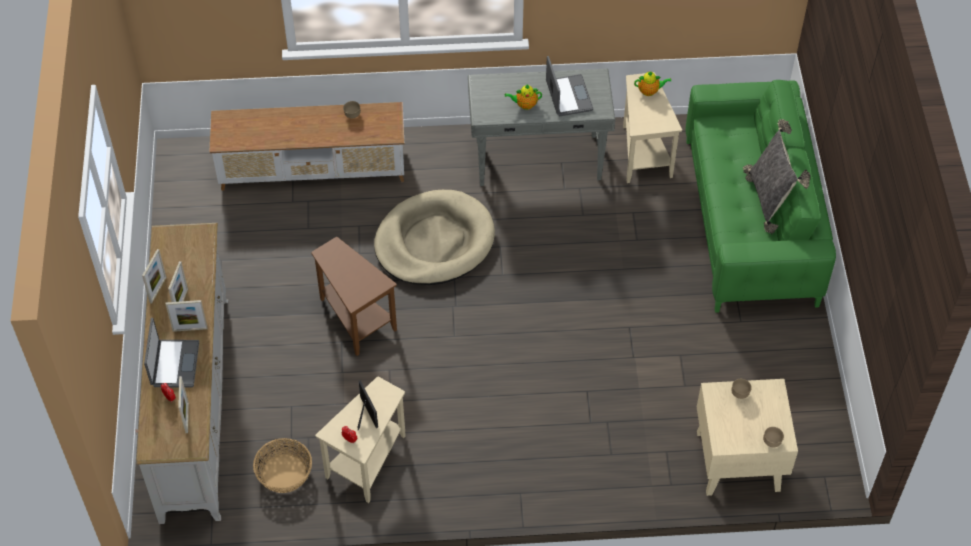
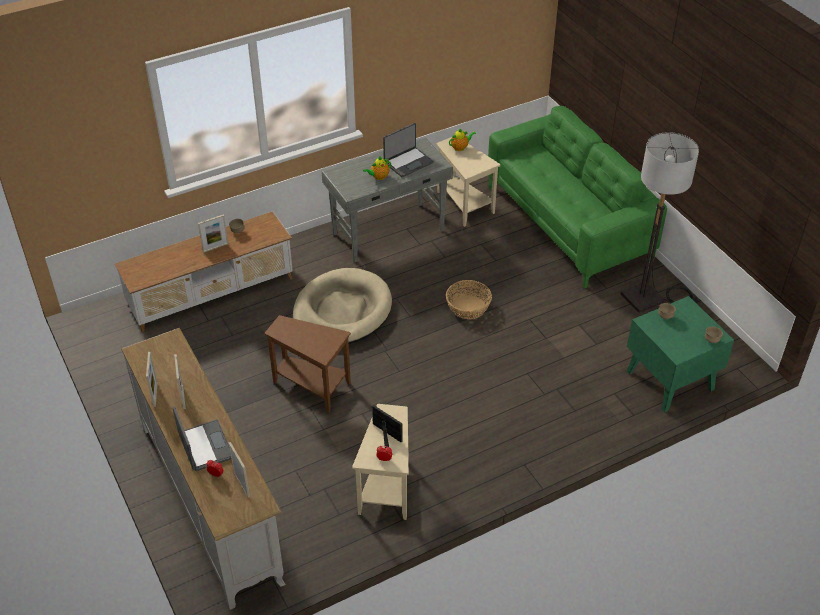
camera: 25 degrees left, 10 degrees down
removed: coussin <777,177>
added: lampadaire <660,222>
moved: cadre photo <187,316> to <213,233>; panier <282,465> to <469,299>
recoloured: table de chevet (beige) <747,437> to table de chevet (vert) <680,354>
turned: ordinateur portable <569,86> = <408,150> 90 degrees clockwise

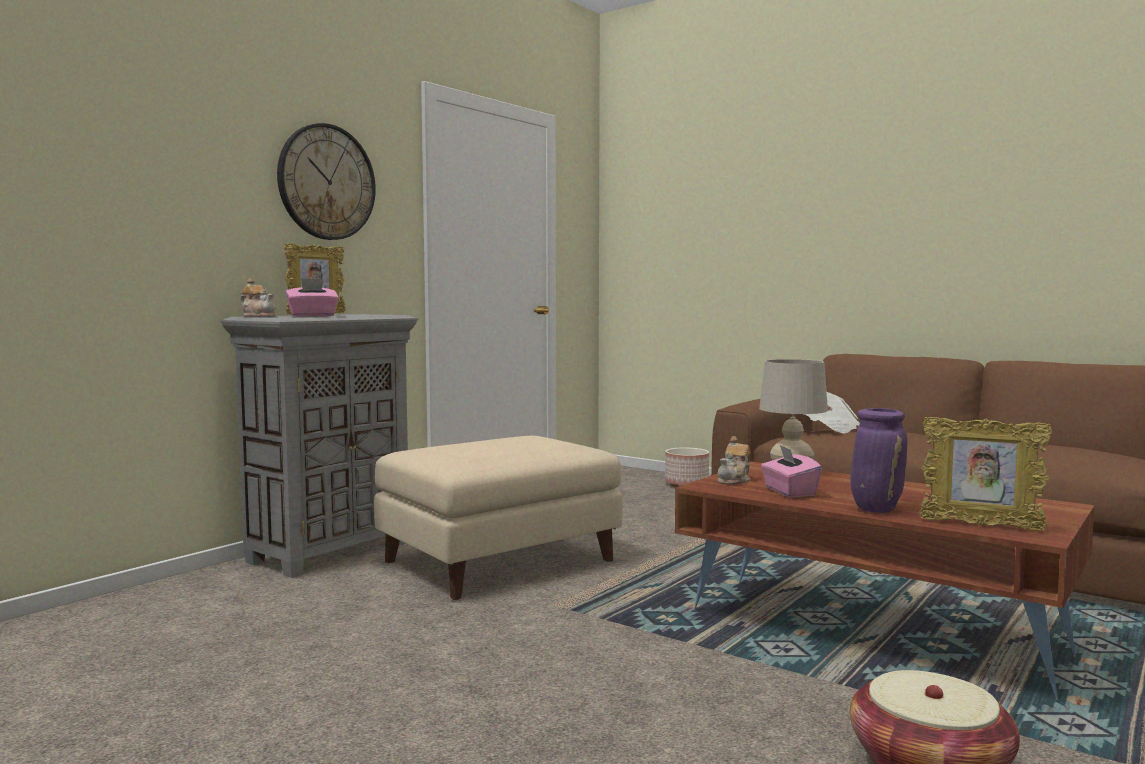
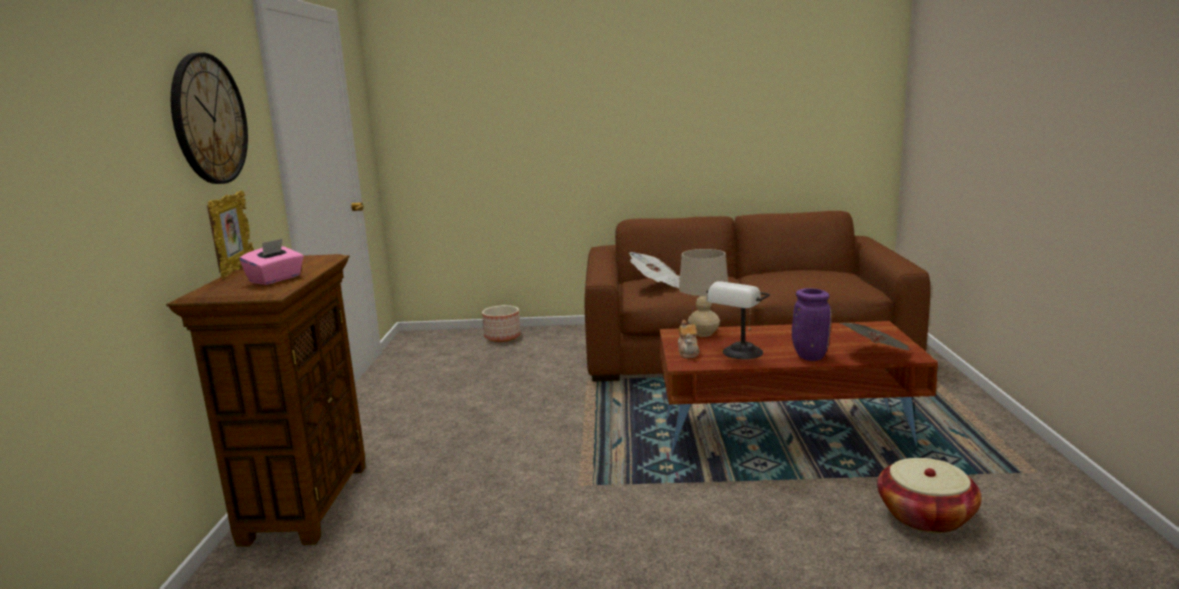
camera: 35 degrees left, 10 degrees up
removed: théière <258,297>; pouf (beige) <498,518>
replaced: boîte à mouchoirs (rose) <791,471> to lampe de table <738,320>; cadre photo <985,474> to journal <875,336>
recoloured: meuble de rangement (gris) <319,446> to meuble de rangement (marron) <265,400>

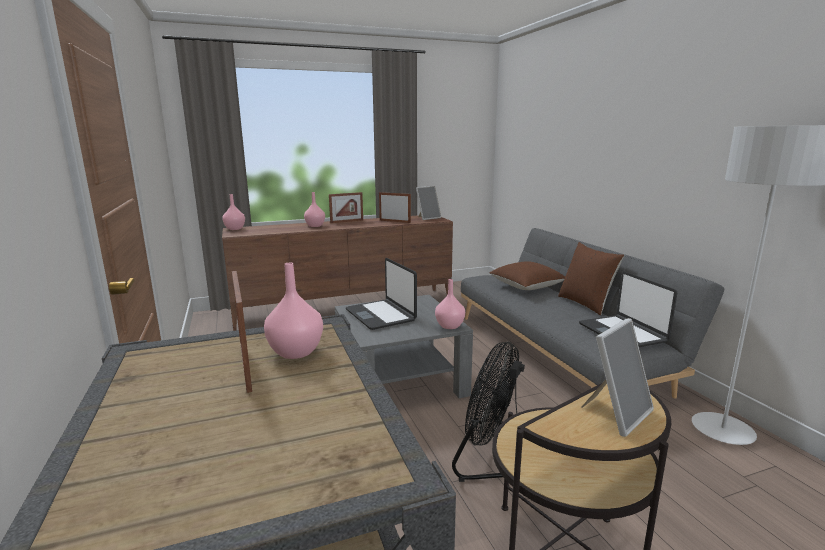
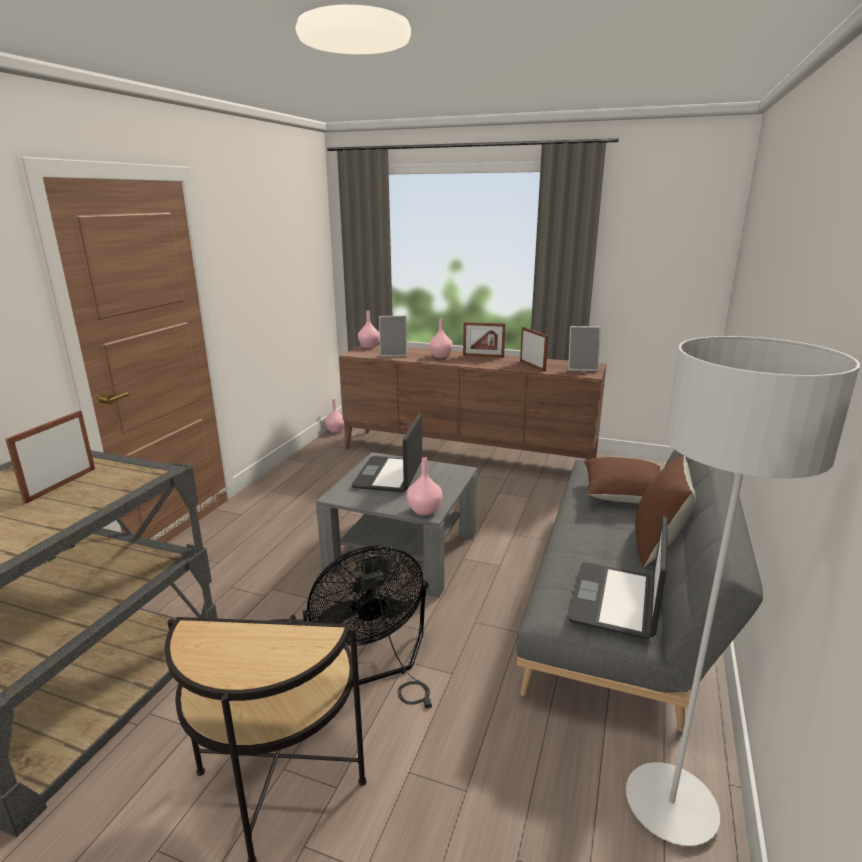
camera: 40 degrees right, 5 degrees up
moved: vase (rose) <293,311> to <334,416>; cadre photo <617,377> to <393,336>

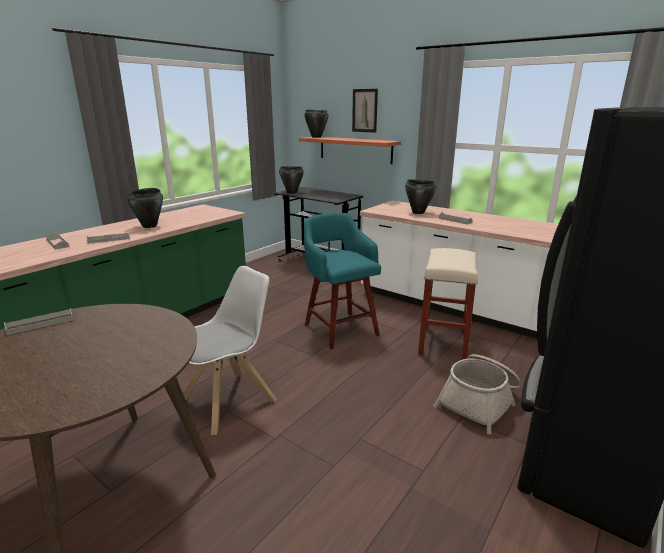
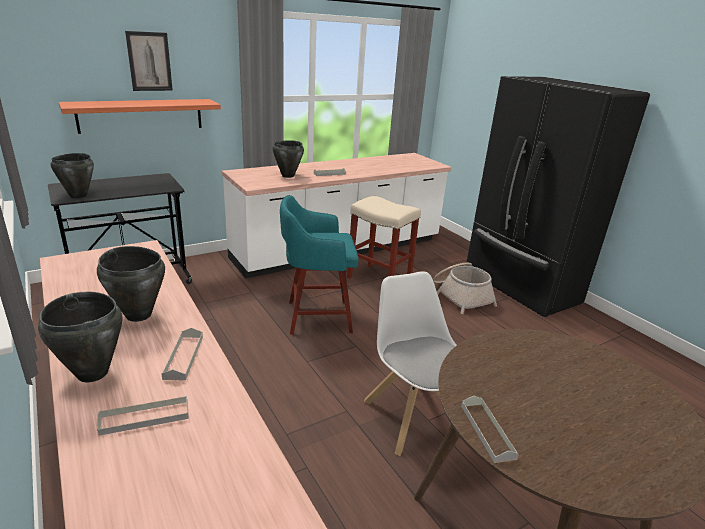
camera: 70 degrees left, 5 degrees up
moved: marmite (noir) <316,124> to <80,337>

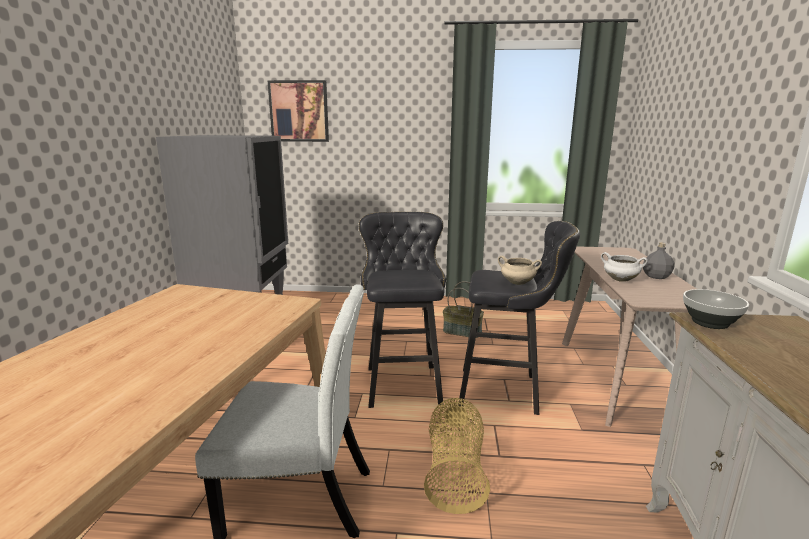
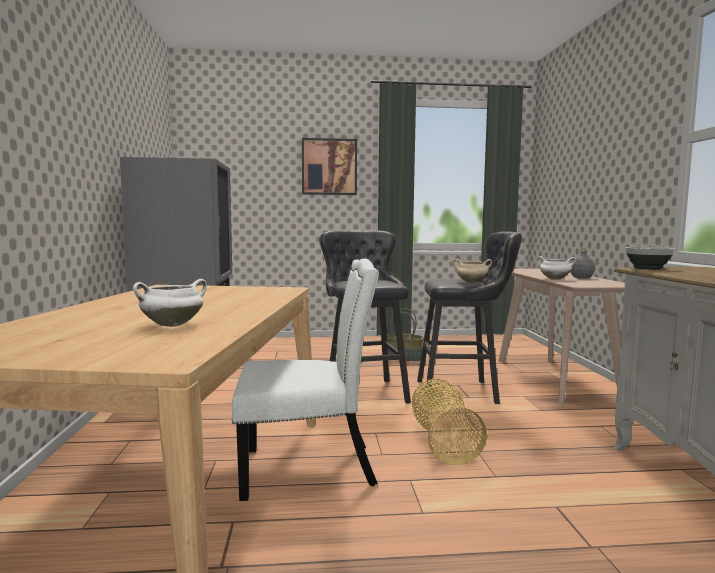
camera: 10 degrees left, 10 degrees down
added: marmite (blanc) <170,303>
moved: tableau <298,111> to <329,166>

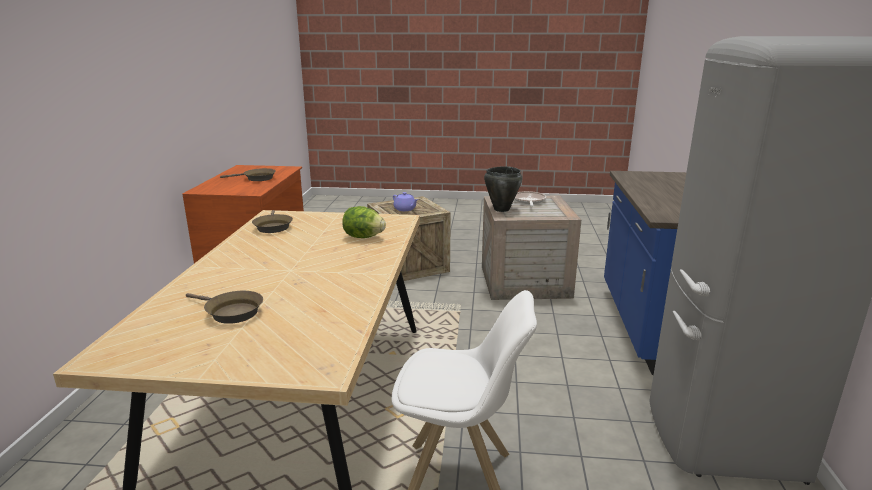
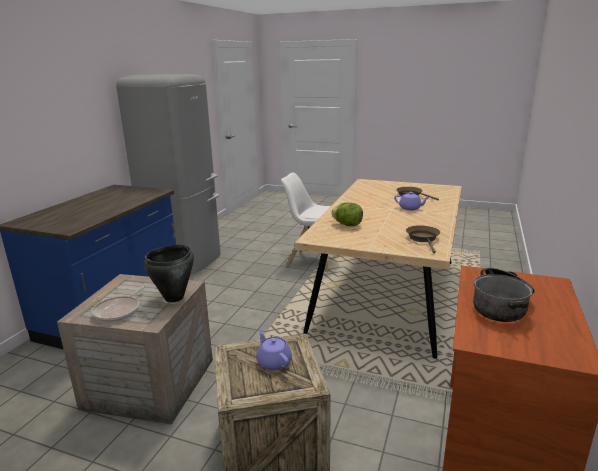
camera: 165 degrees left, 0 degrees up
added: théière (violet) <412,201>
replaced: poêle (marron) <248,174> to marmite <504,295>

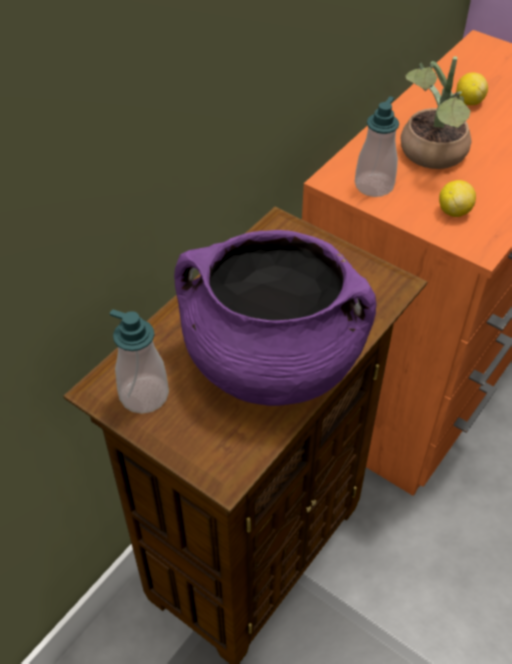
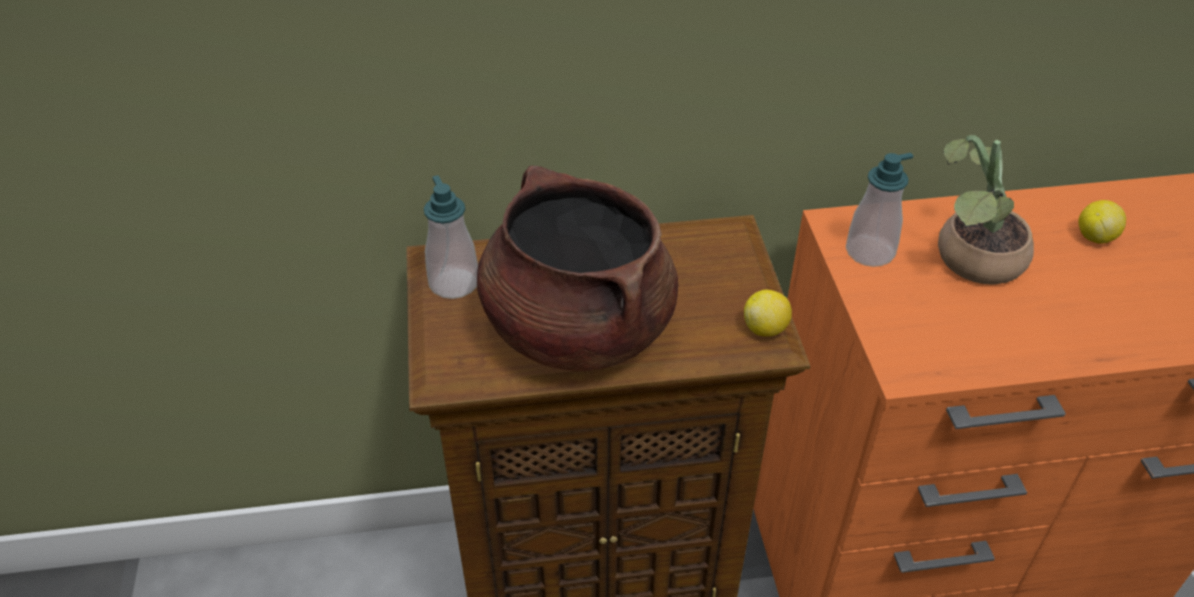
camera: 45 degrees right, 5 degrees down
moved: citron <457,198> to <768,313>
recoloured: marmite (violet) <275,318> to marmite (marron) <577,268>

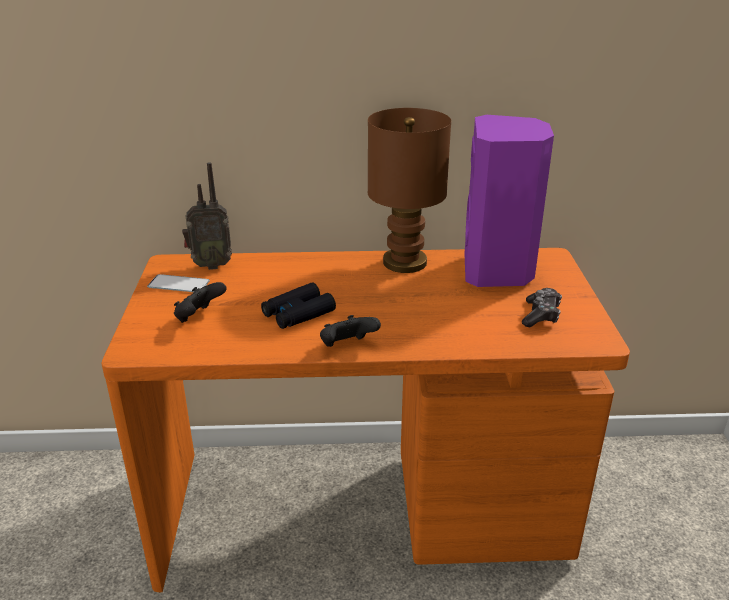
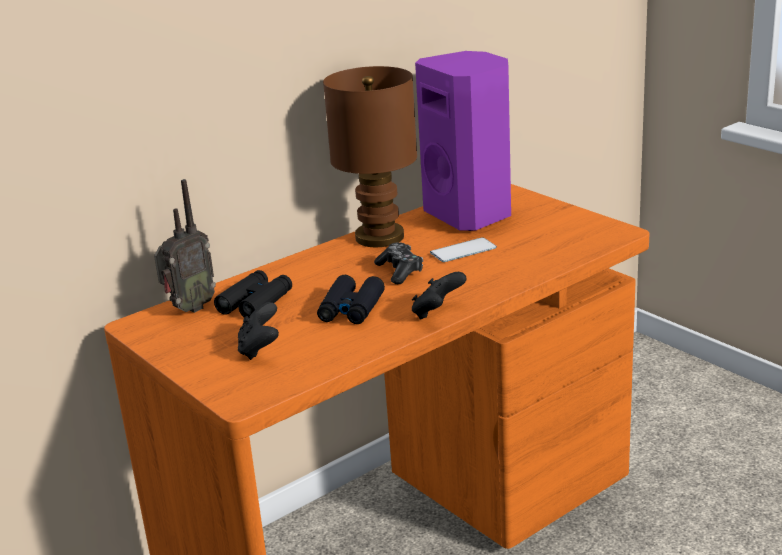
camera: 35 degrees left, 5 degrees down
added: jumelles (noir) <253,294>
moved: téléphone <178,283> to <463,249>; manette <542,307> to <398,263>

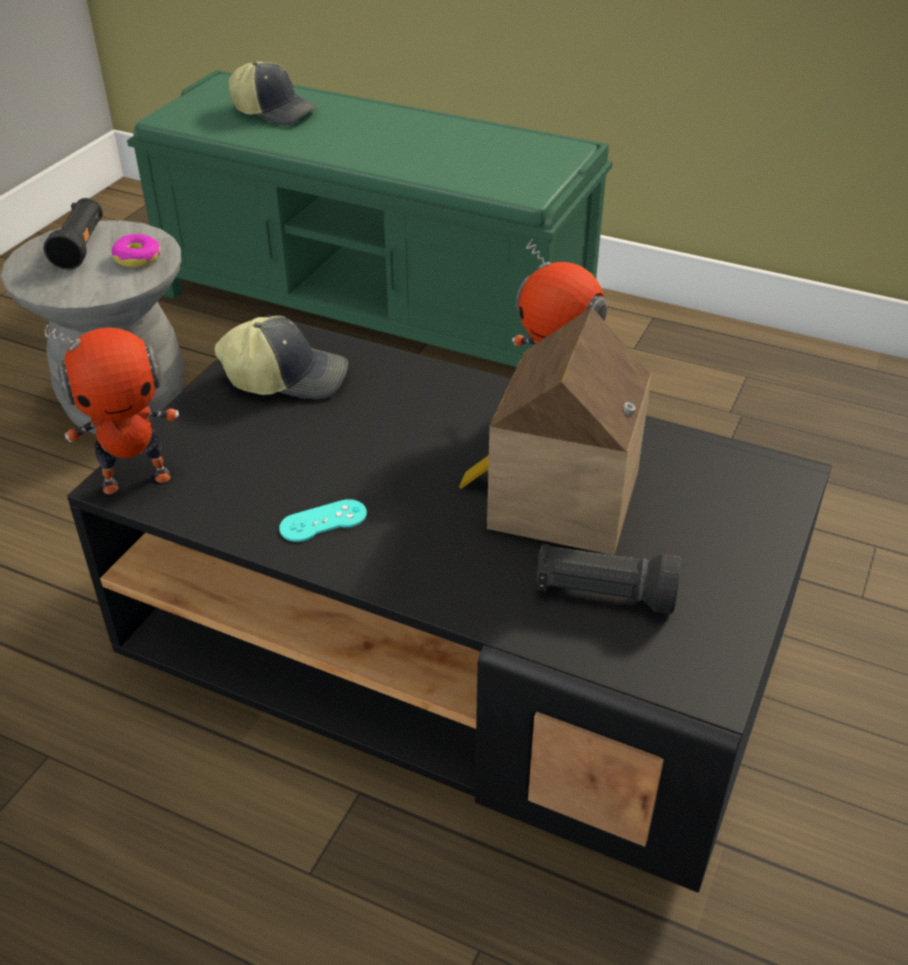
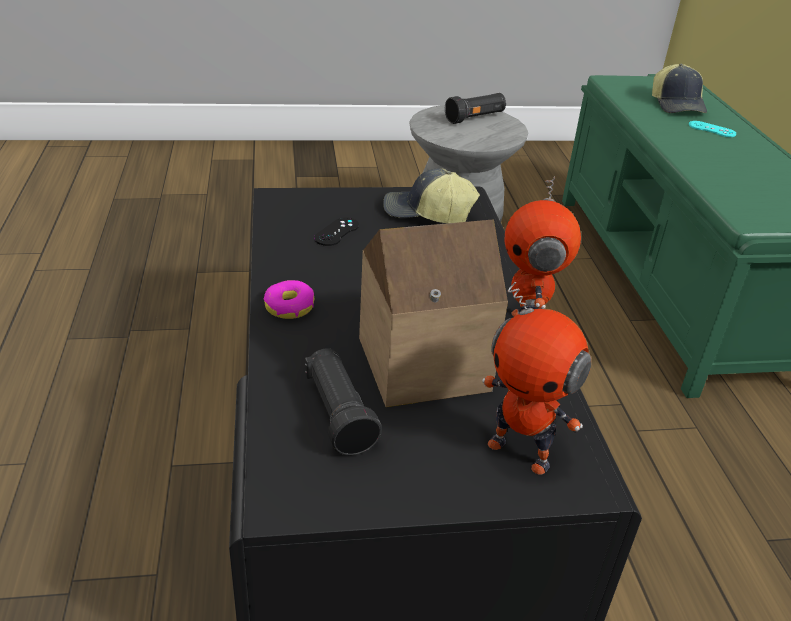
camera: 55 degrees right, 5 degrees down
added: manette (noir) <336,231>
moved: robot jouet <112,409> to <536,378>; beignet <136,251> to <289,299>; manette (turquoise) <323,520> to <712,129>
turned: casquette <281,357> = <431,195> 135 degrees clockwise

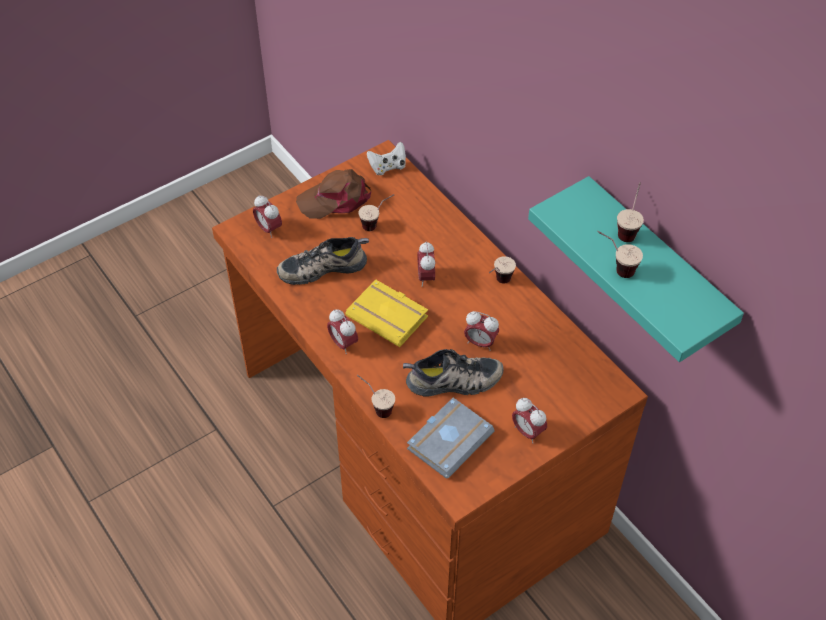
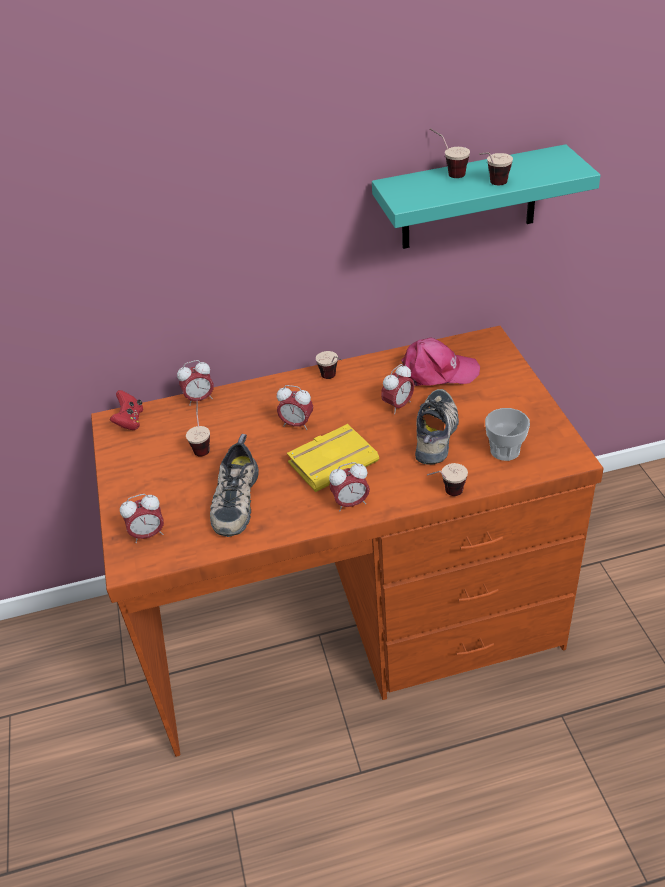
camera: 65 degrees left, 10 degrees down
removed: casquette (marron) <333,194>
added: casquette (rose) <440,362>
moved: réveil <529,420> to <195,383>
replaced: livre (gris) <451,438> to tasse <507,434>
recoloured: manette (blanc) <386,158> to manette (rouge) <126,410>

